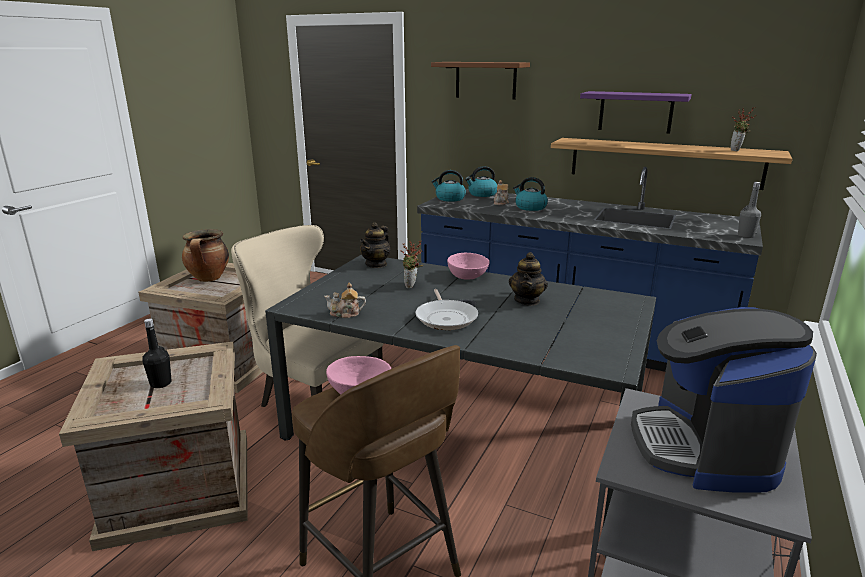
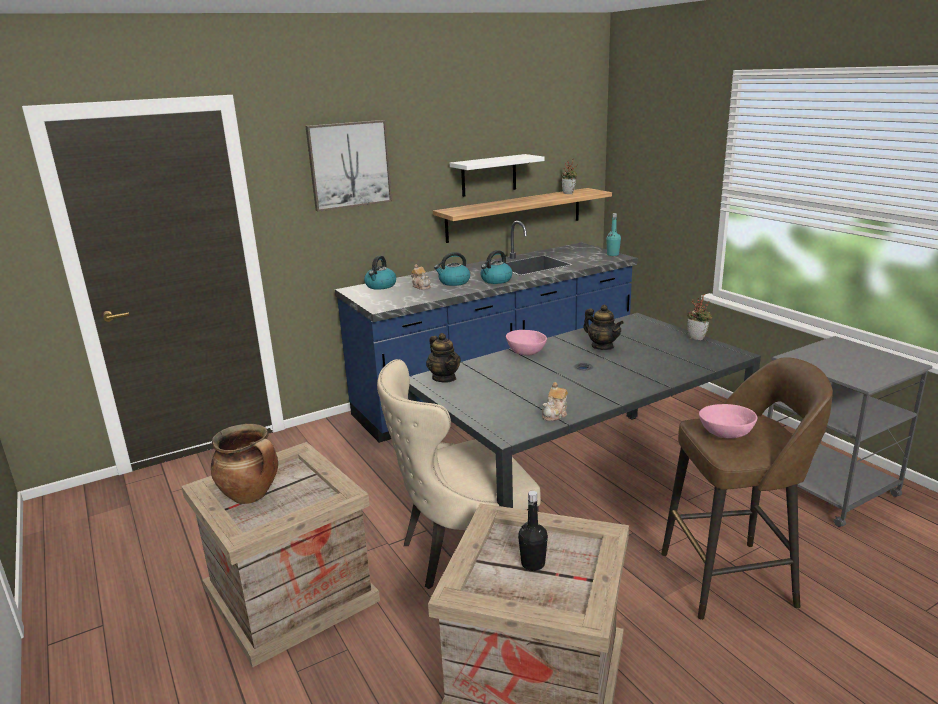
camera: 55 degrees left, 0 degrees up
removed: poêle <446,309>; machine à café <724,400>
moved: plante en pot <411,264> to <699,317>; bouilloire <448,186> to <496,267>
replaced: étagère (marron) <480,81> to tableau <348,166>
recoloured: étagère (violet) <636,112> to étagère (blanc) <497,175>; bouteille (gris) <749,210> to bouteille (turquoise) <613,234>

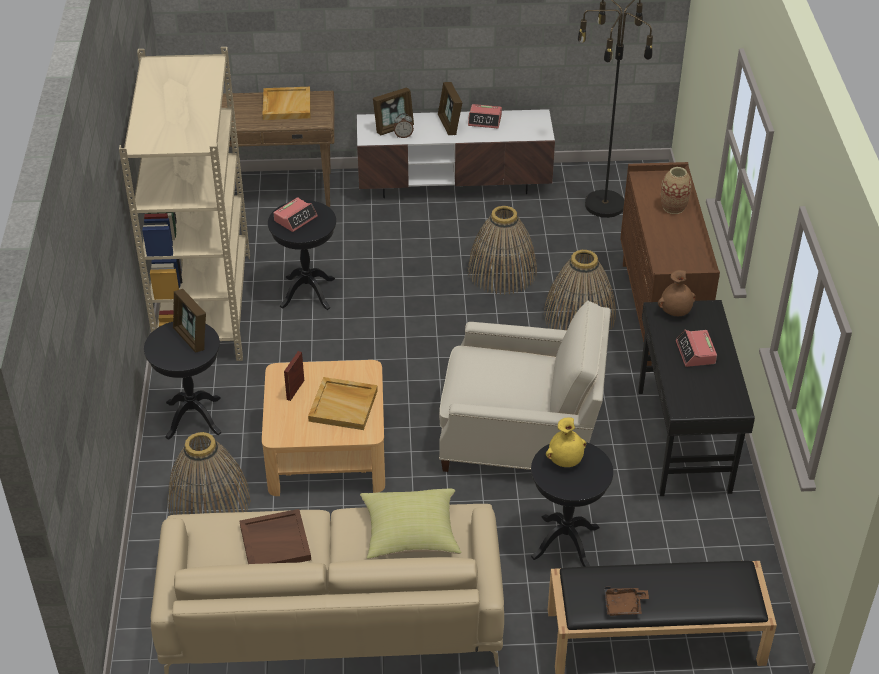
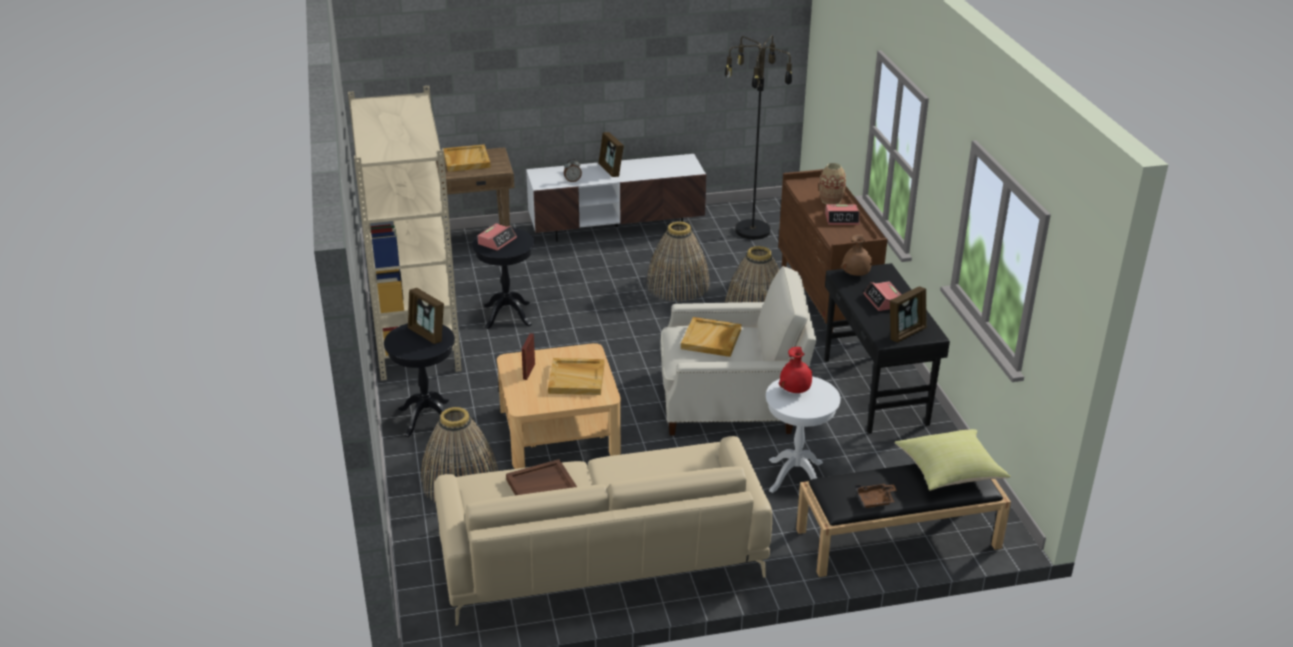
camera: 10 degrees left, 10 degrees down
added: plateau (beige) <711,337>
moved: coussin (jaune) <411,523> to <953,460>; cadre photo <393,111> to <908,314>; réveil <485,116> to <842,215>
recoloured: table d'appoint (noir) <572,504> to table d'appoint (blanc) <803,434>; vase (jaune) <566,442> to vase (rouge) <795,370>

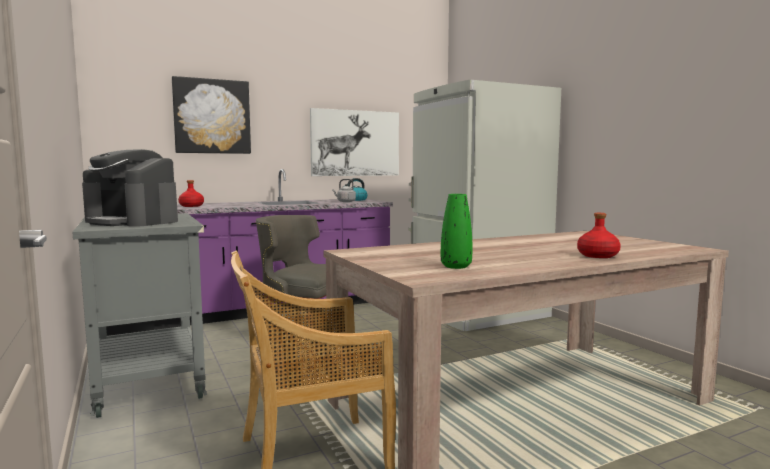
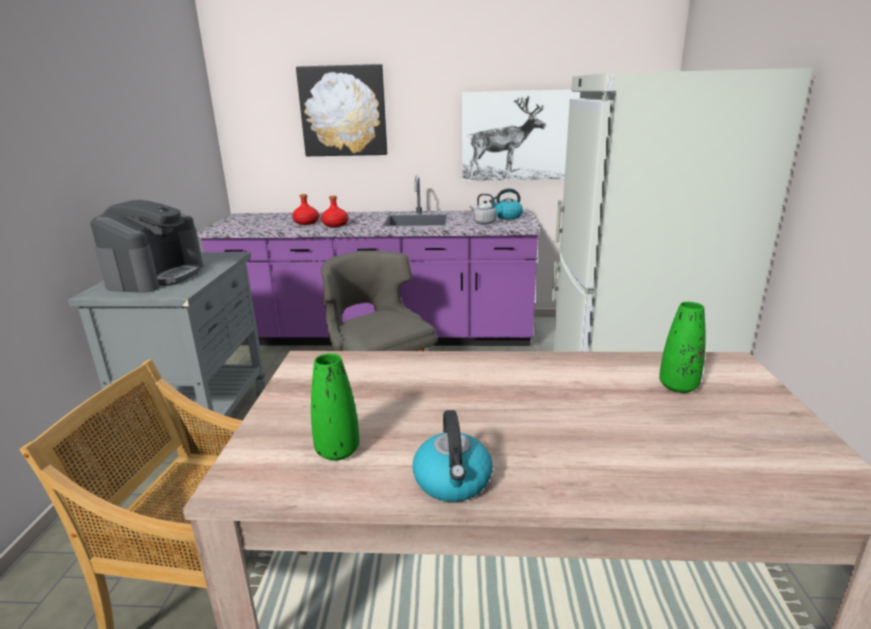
camera: 30 degrees right, 15 degrees up
added: bouilloire <452,456>; vase (vert) <682,347>
moved: bouteille (rouge) <599,235> to <335,211>
turned: machine à café <130,188> = <146,246> 135 degrees counterclockwise

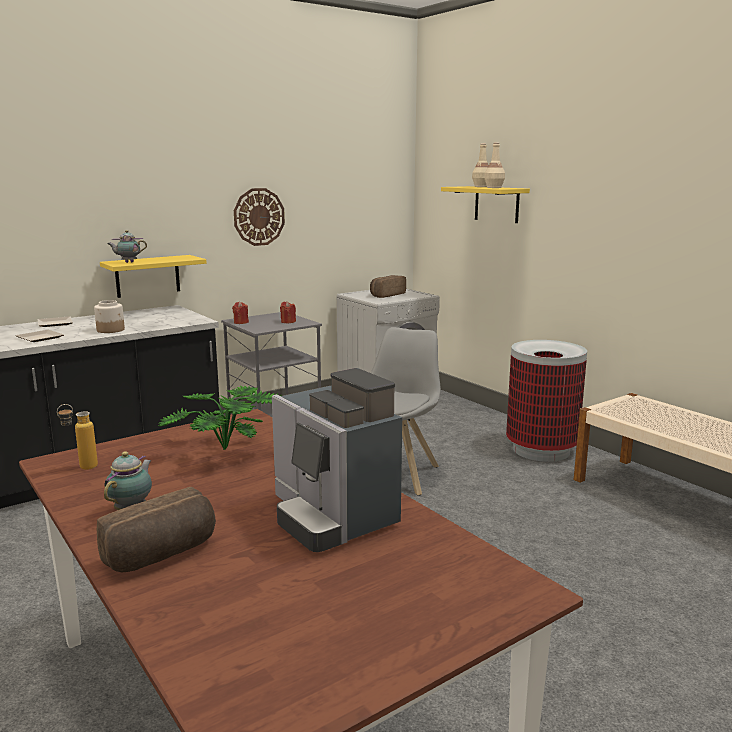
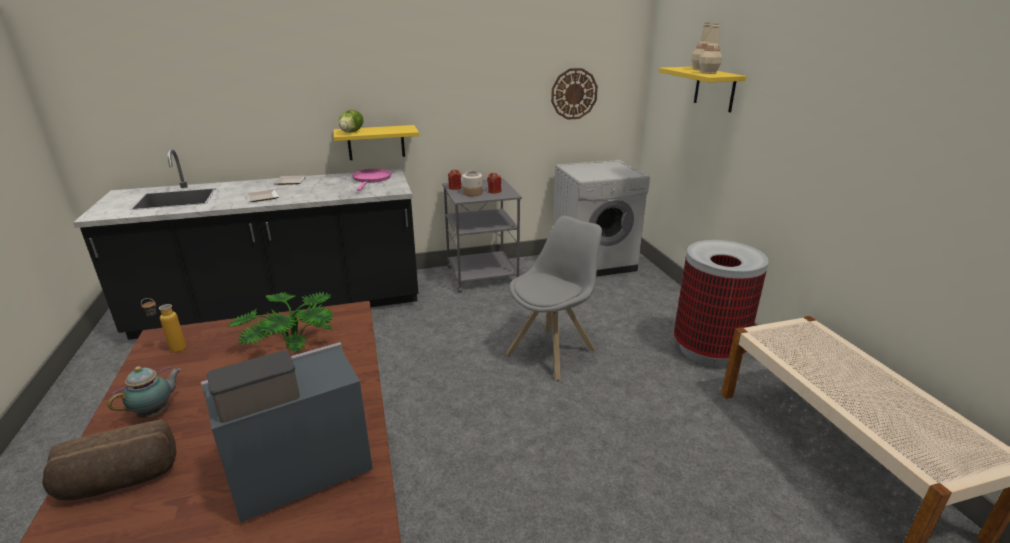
camera: 20 degrees right, 10 degrees up
removed: pain <388,286>
added: poêle (rose) <372,180>
moved: bocal <109,316> to <472,183>; horloge murale <259,217> to <574,94>
replaced: théière <127,246> to laitue <351,121>
turned: machine à café <337,460> = <287,432> 75 degrees clockwise

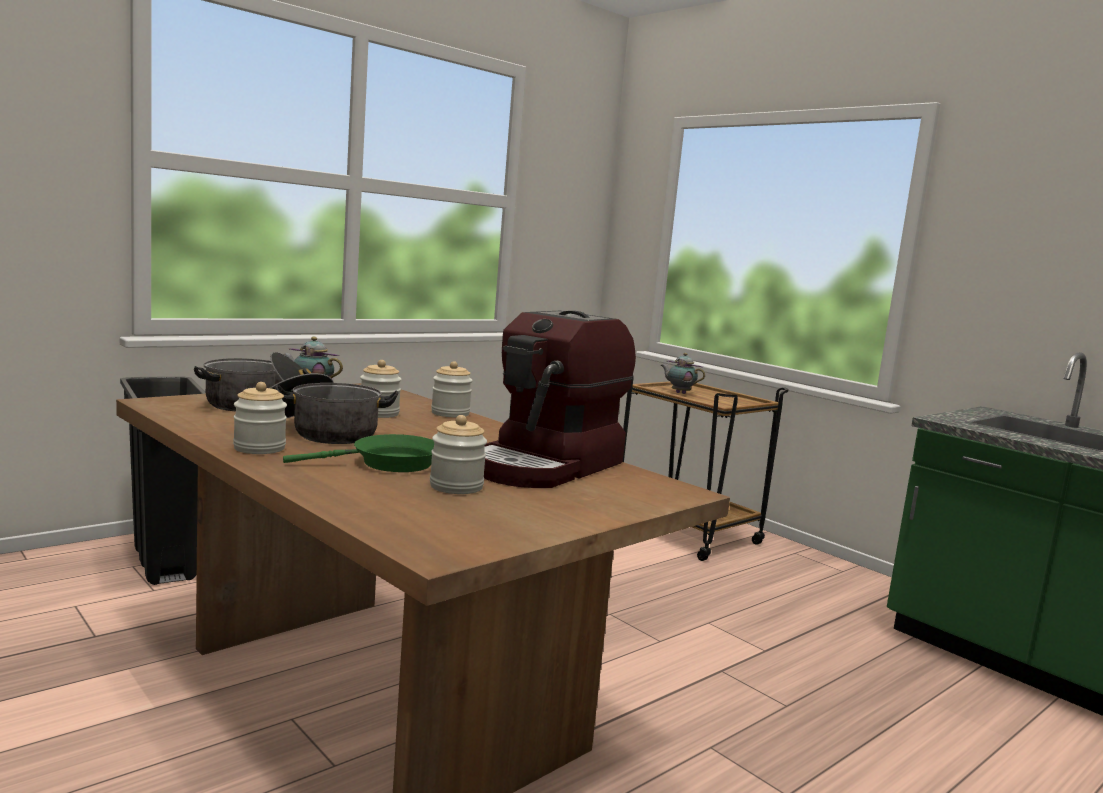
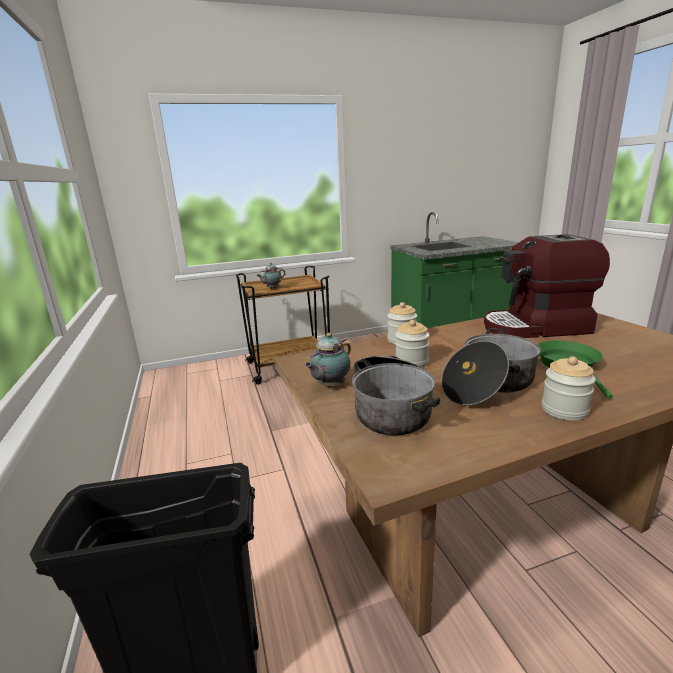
camera: 65 degrees left, 10 degrees up
removed: bocal <458,454>
turned: machine à café <560,399> = <547,286> 120 degrees clockwise

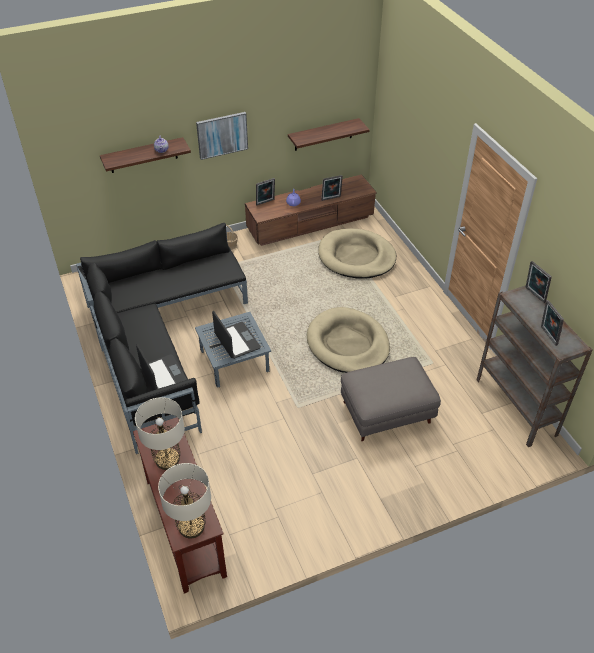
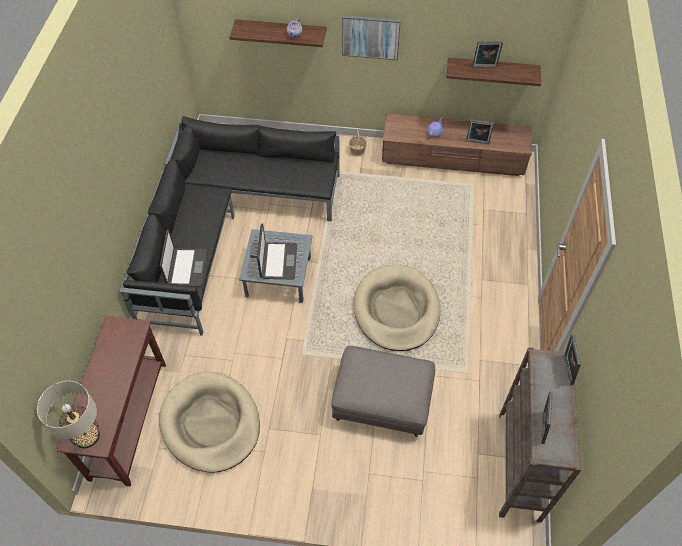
camera: 30 degrees right, 10 degrees up
removed: lampe de table <160,433>
moved: cadre photo <265,191> to <487,54>; panier pour chien (beige) <357,253> to <209,422>

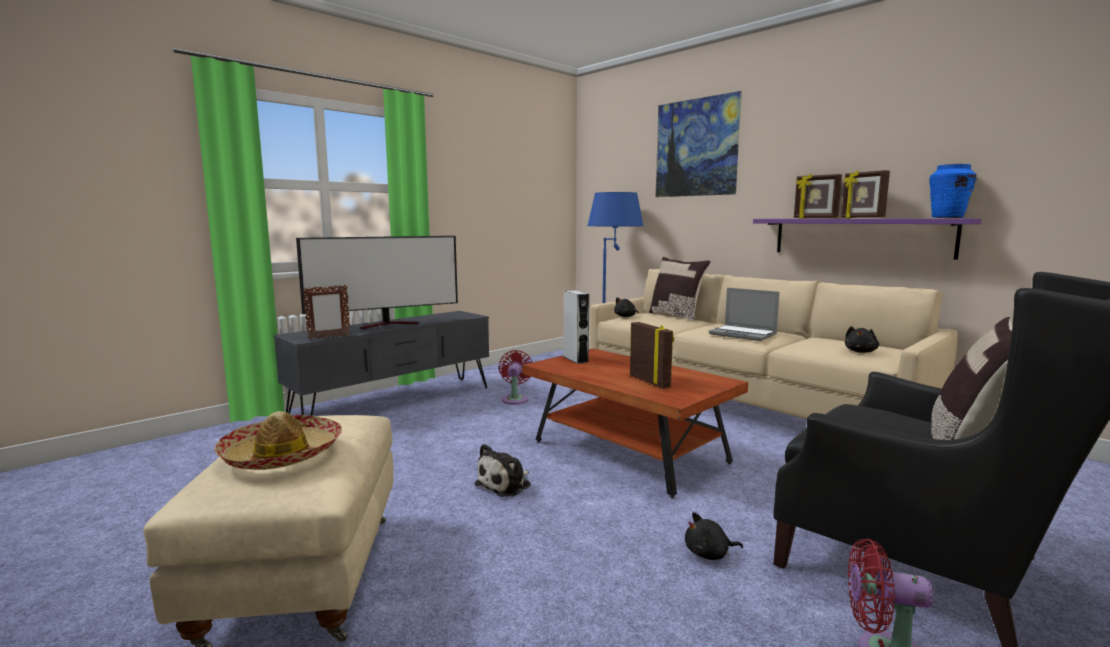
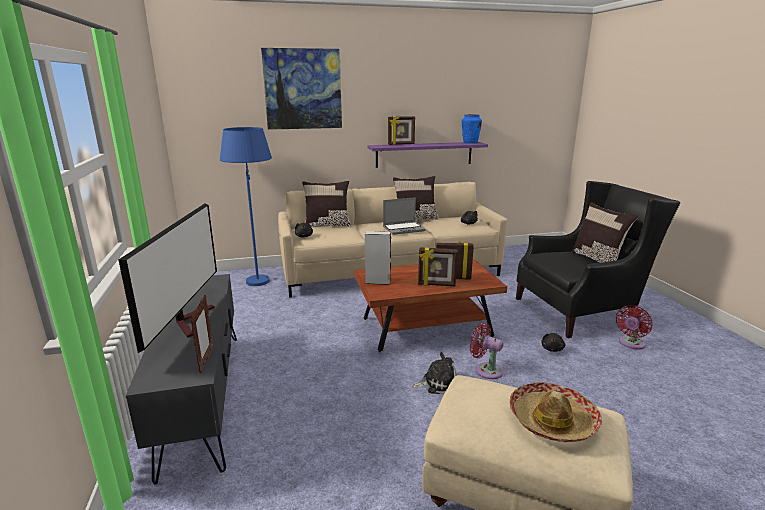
camera: 60 degrees left, 10 degrees up
added: coussin <416,198>
moved: ventilateur (rouge) <515,377> to <487,351>; cadre photo <865,194> to <437,266>
turned: peluche <502,470> = <434,373> 75 degrees counterclockwise

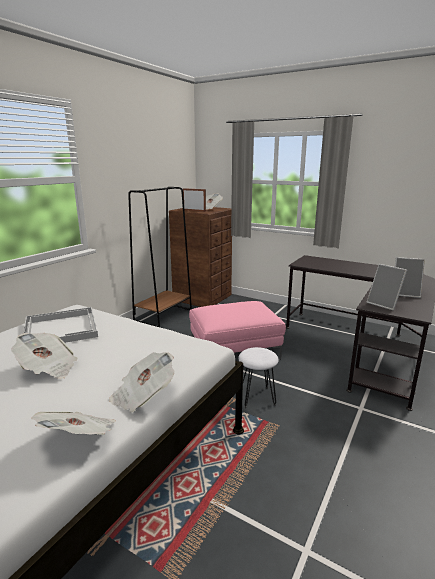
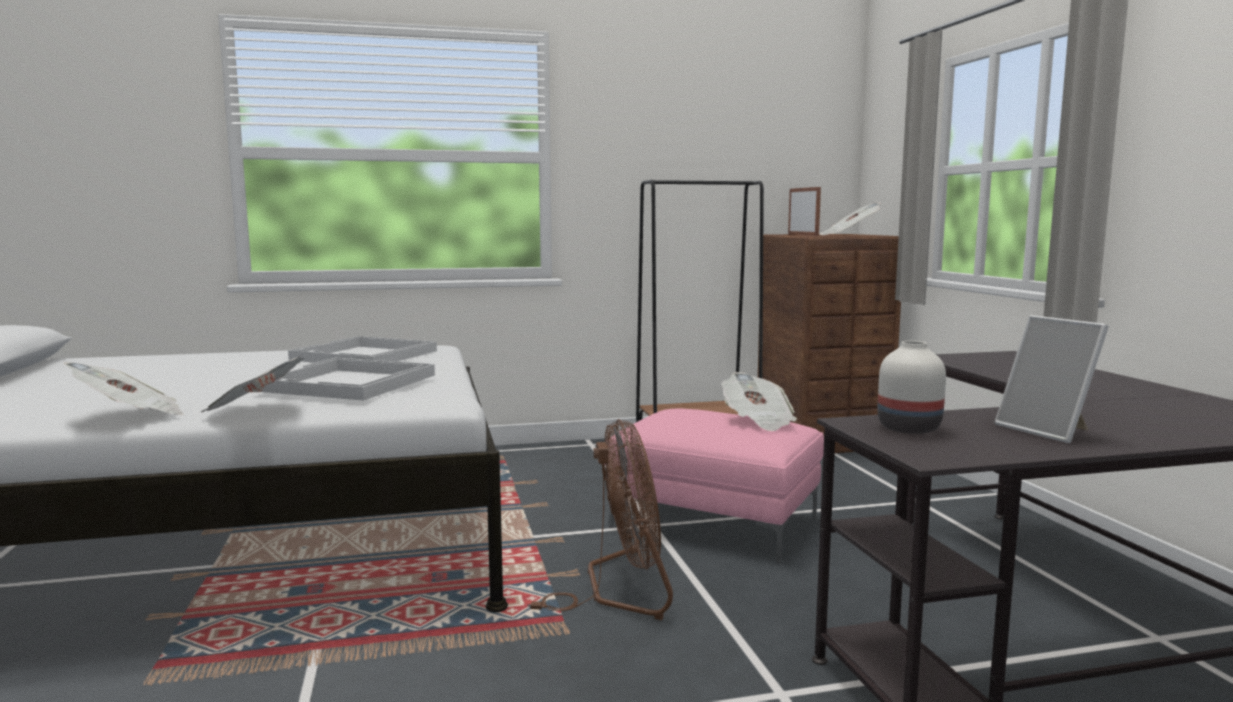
camera: 45 degrees right, 10 degrees down
added: plateau (blanc) <348,379>
moved: journal <44,356> to <759,401>
replaced: tabouret (blanc) <258,377> to ventilateur (marron) <600,519>; cadre photo <387,287> to vase (blanc) <912,387>

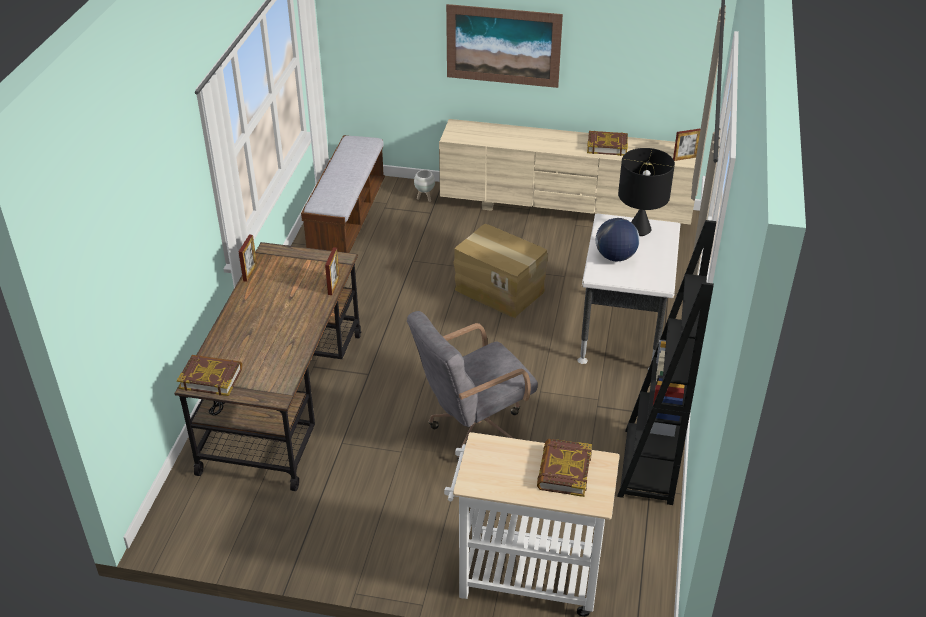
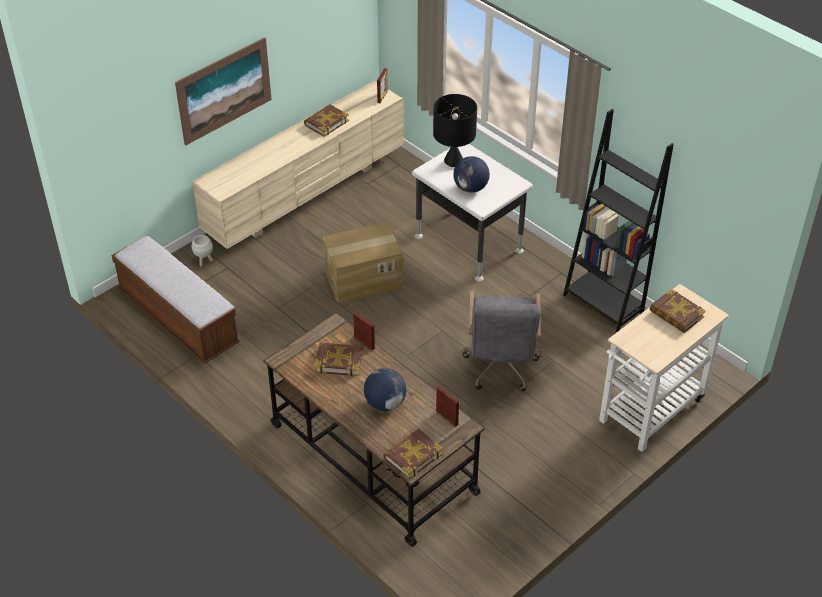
camera: 55 degrees left, 5 degrees up
added: livre <338,359>; globe <385,389>
moved: cadre photo <248,258> to <447,406>

